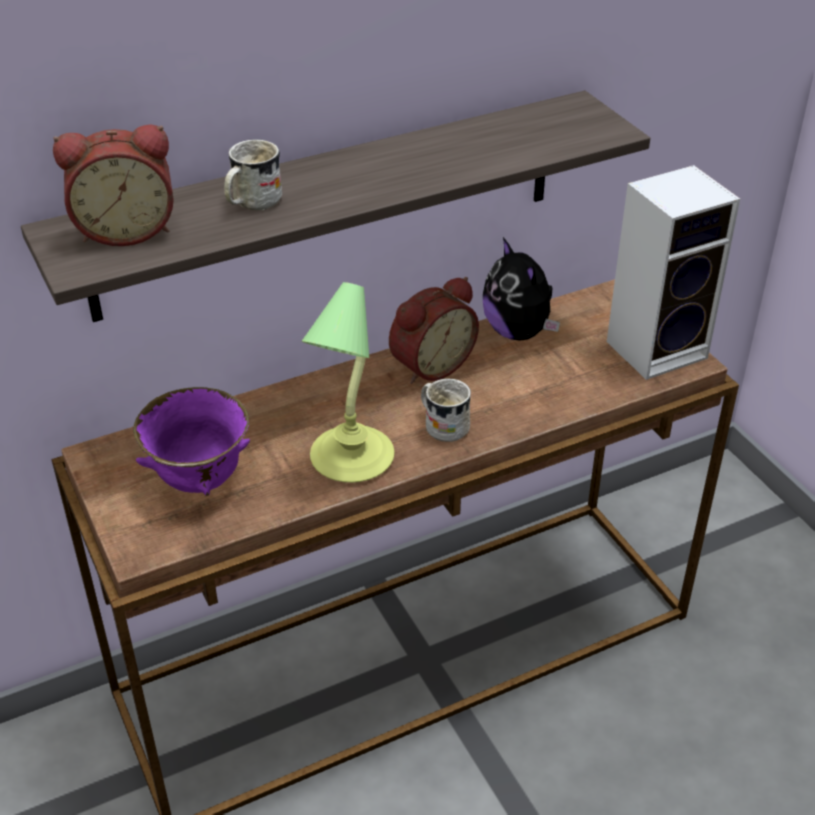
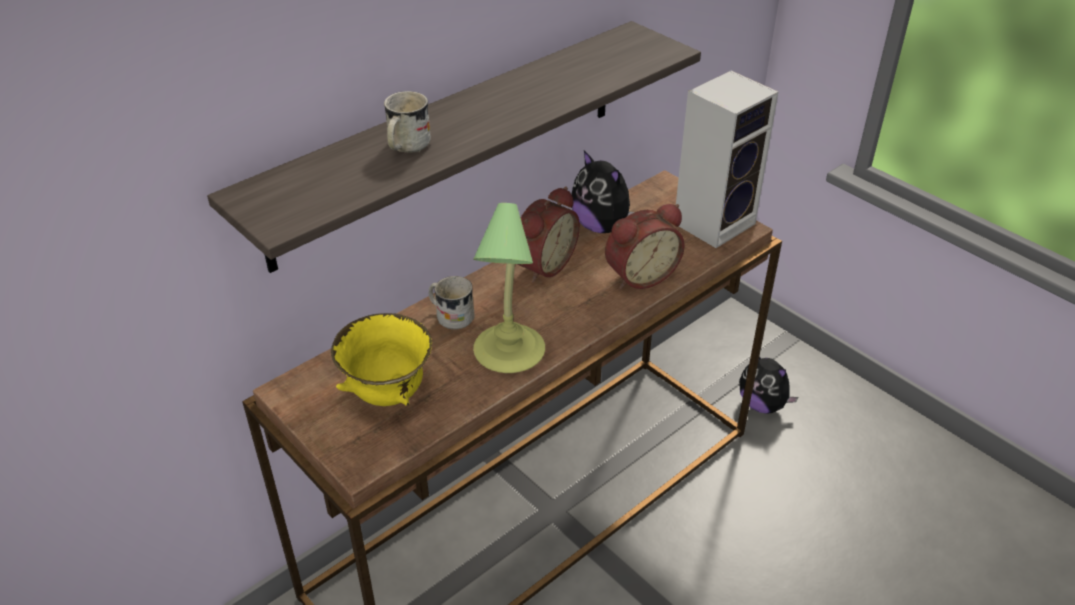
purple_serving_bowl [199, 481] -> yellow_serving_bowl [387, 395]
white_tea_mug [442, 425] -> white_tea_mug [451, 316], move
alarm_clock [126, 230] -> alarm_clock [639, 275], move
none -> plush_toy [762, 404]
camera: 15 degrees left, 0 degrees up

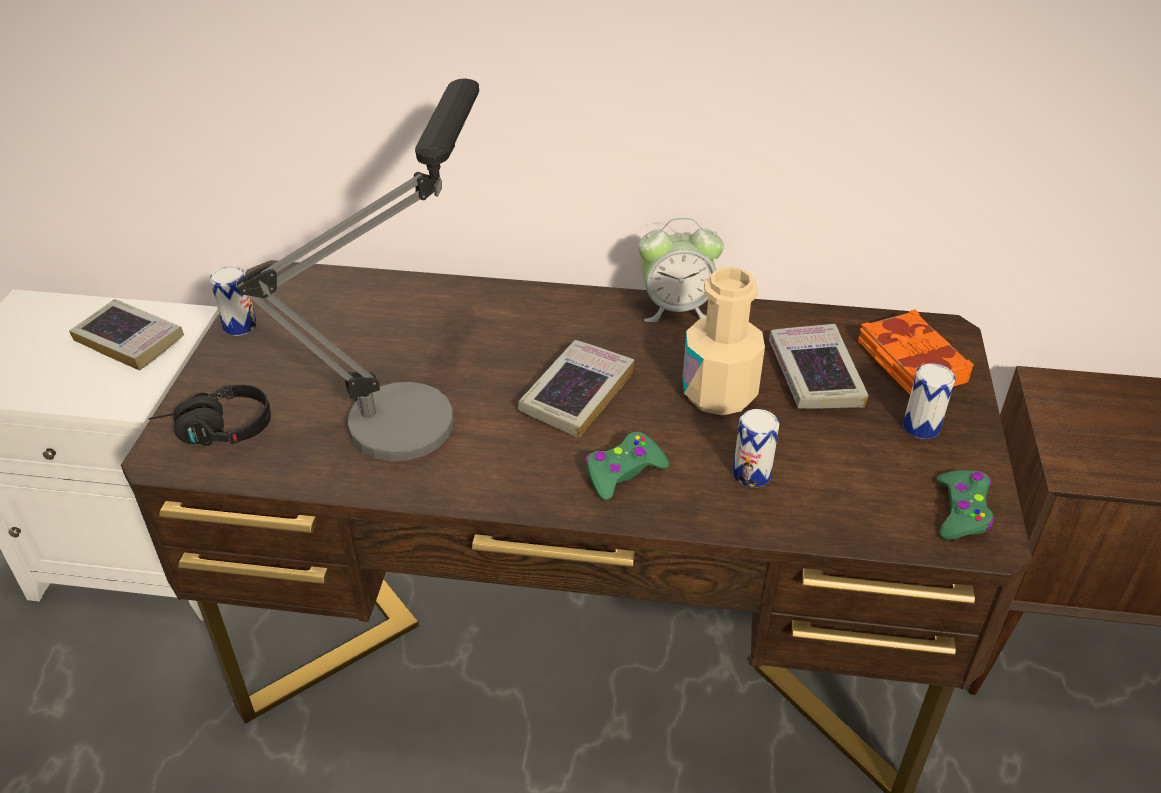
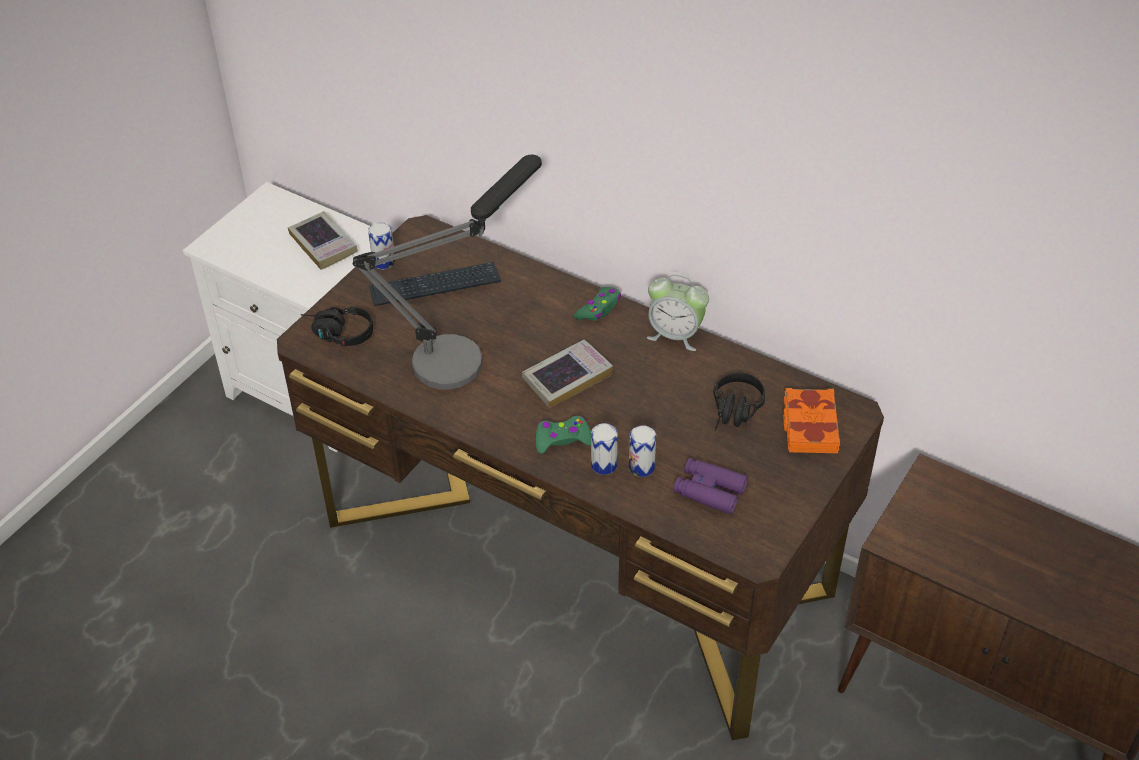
none -> computer_keyboard [435, 286]
green_game_controller [962, 511] -> green_game_controller [599, 309], move
metal_can [921, 427] -> metal_can [604, 465], move
none -> purple_binoculars [709, 491]
book [815, 374] -> blackish_headset [735, 414]
sand-coloured_drink_bottle [719, 393] -> none
camera: 25 degrees right, 5 degrees up

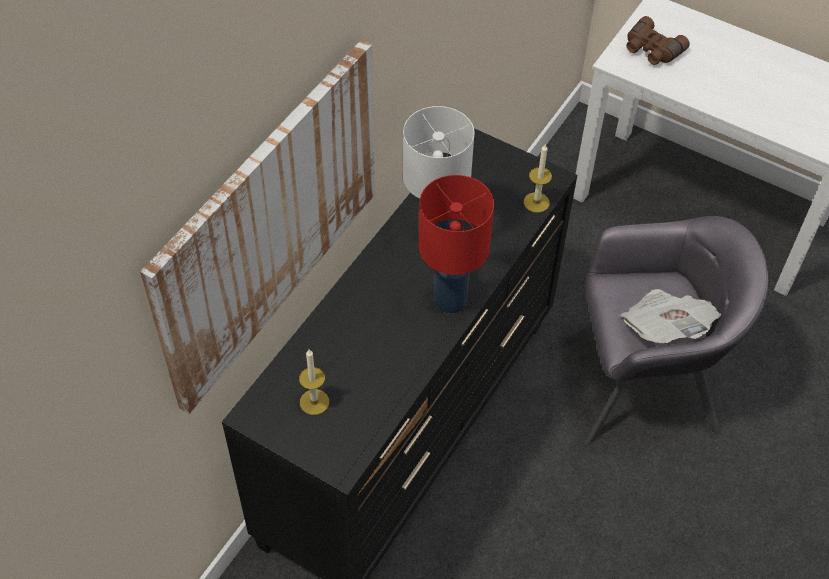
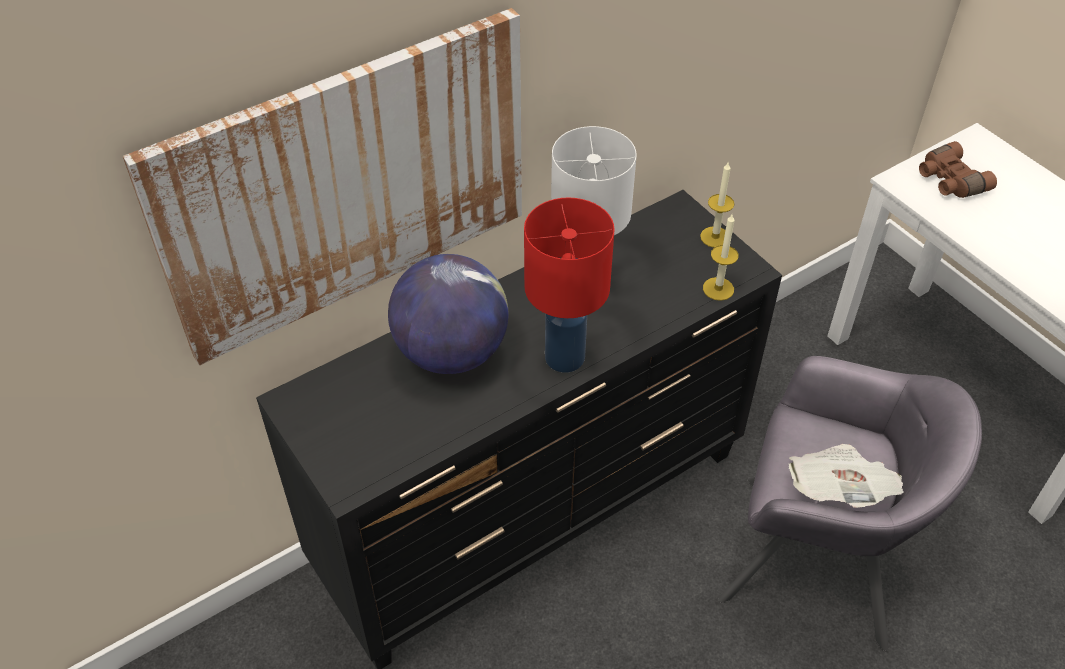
none -> globe [451, 352]
candle [314, 402] -> candle [715, 237], move
camera: 25 degrees right, 5 degrees down

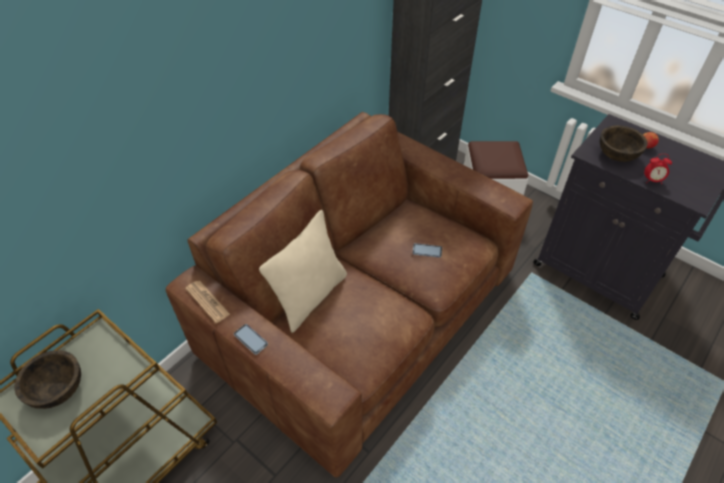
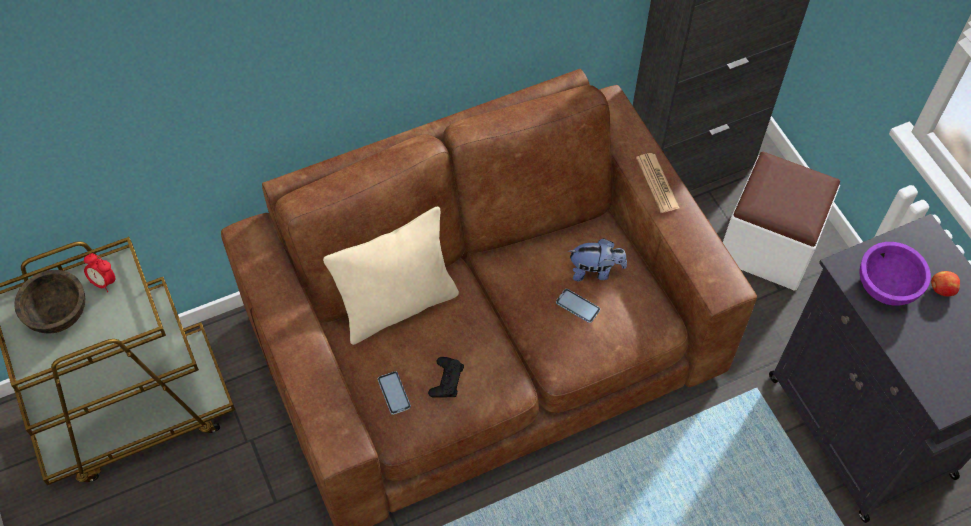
alarm_clock [652, 180] -> alarm_clock [104, 282], move
telephone [250, 339] -> telephone [394, 393], move
none -> blackish_game_controller [446, 380]
none -> plush_toy [595, 271]
daily_paper [207, 301] -> daily_paper [657, 183], move
brownish_serving_bowl [617, 154] -> purple_serving_bowl [887, 286]
camera: 25 degrees right, 10 degrees up

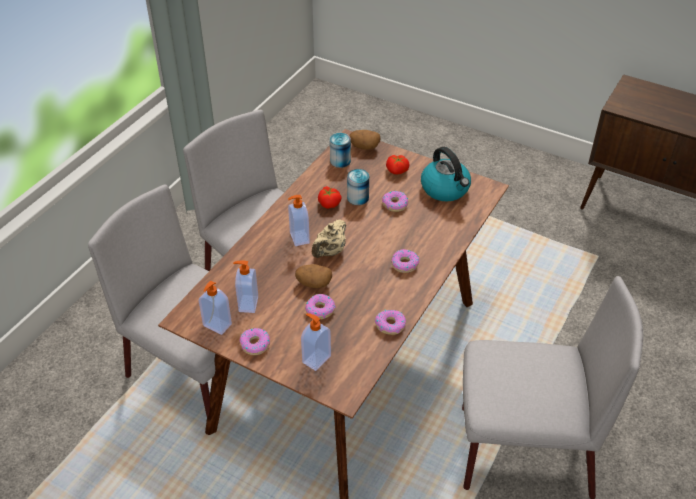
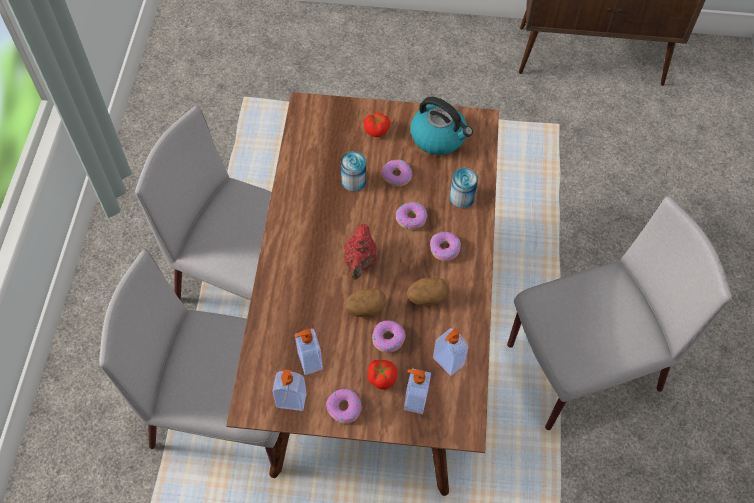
sand-coloured_teapot [330, 252] -> red_teapot [360, 262]
fresh_tomato [329, 203] -> fresh_tomato [382, 377], move
ring_doughnut [390, 325] -> ring_doughnut [411, 218], move
potato [364, 147] -> potato [426, 297], move
soap_bottle [298, 238] -> soap_bottle [447, 362], move
metal_can [340, 161] -> metal_can [462, 197], move
camera: 25 degrees left, 15 degrees up

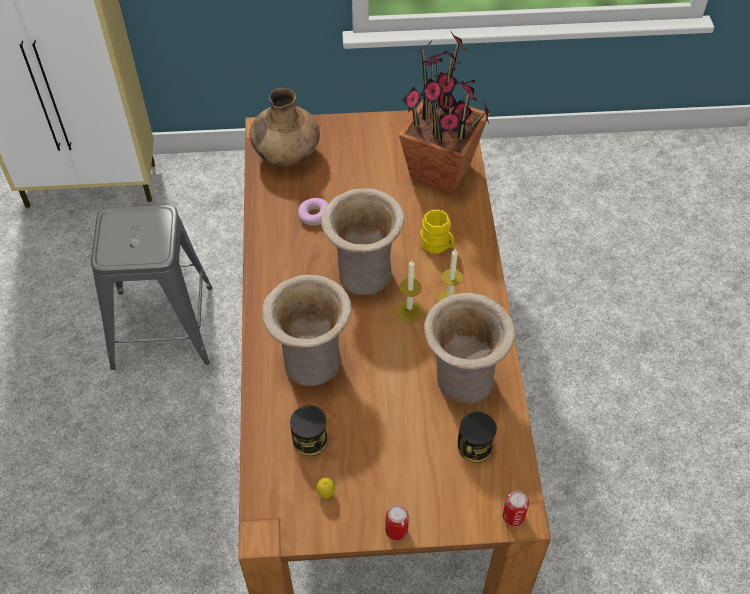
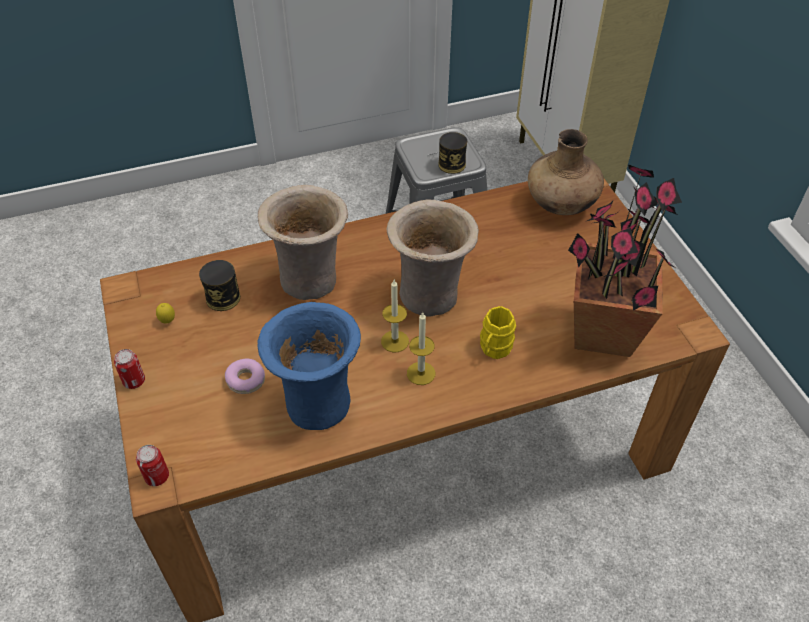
ring_doughnut [314, 215] -> ring_doughnut [246, 380], move
sand-coloured_vase [462, 381] -> bluish_vase [316, 403]
metal_can [474, 446] -> metal_can [452, 164], move
camera: 75 degrees right, 5 degrees down

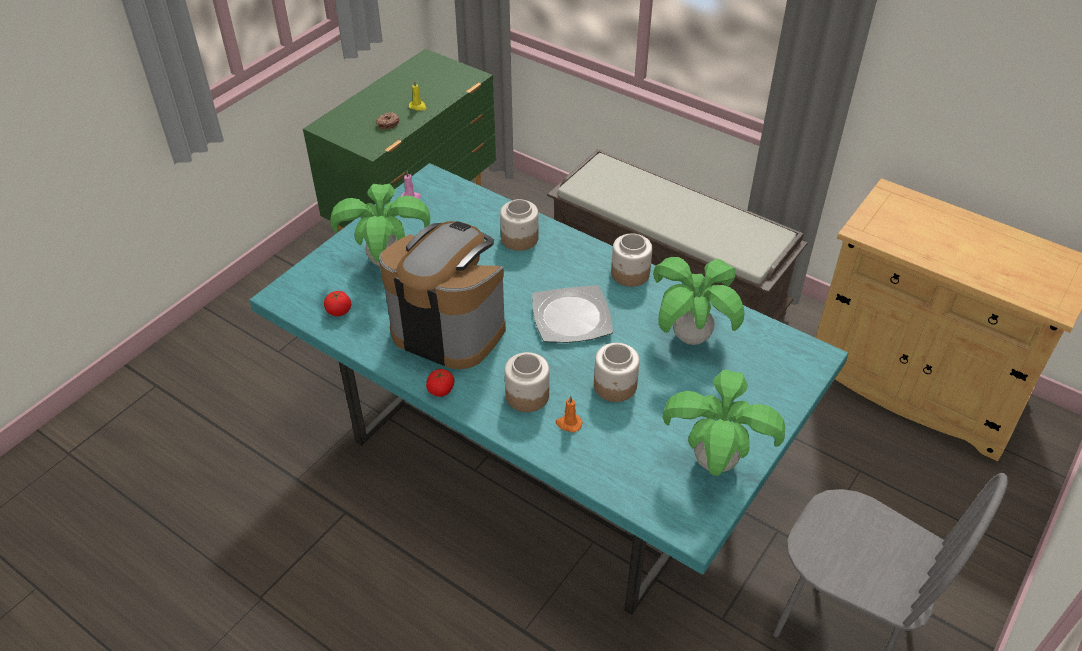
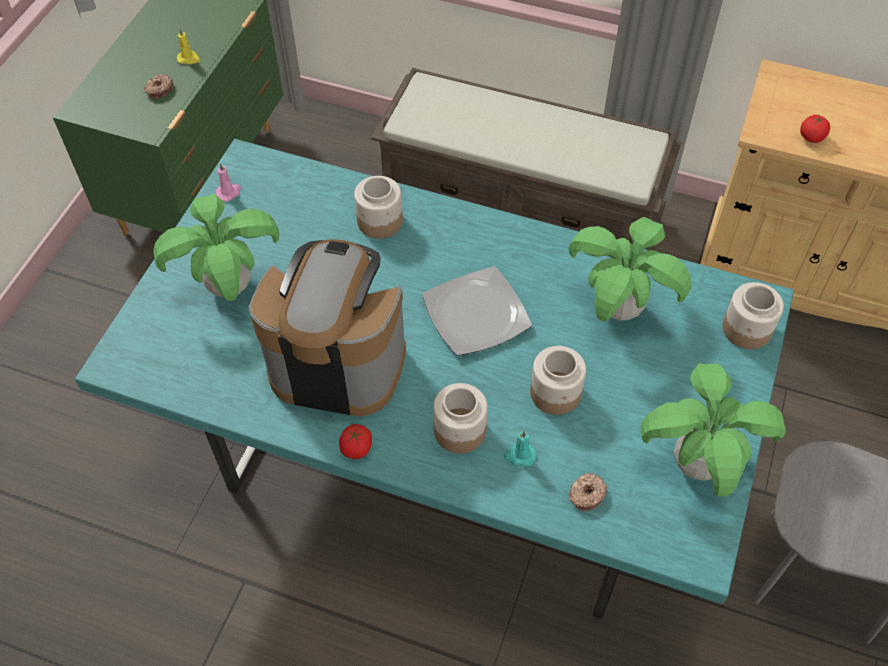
orange-coloured_candle [568, 424] -> blue-green_candle [519, 456]
none -> ring_doughnut [586, 494]
preserve_jar [630, 274] -> preserve_jar [747, 330], move
fresh_tomato [339, 311] -> fresh_tomato [811, 137], move
camera: 15 degrees left, 10 degrees up

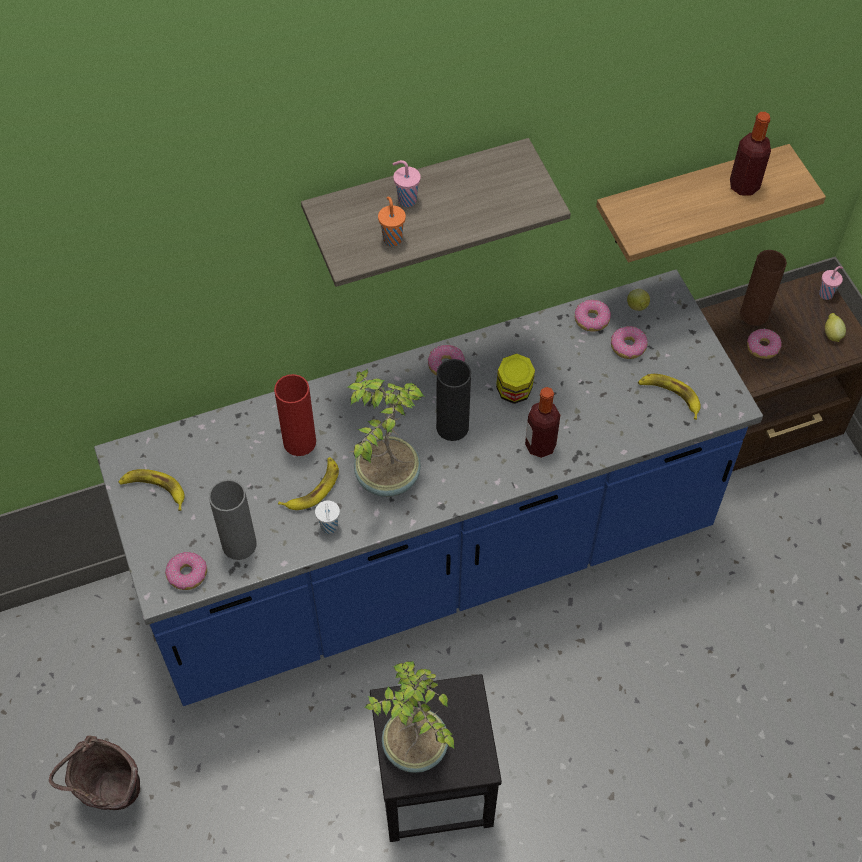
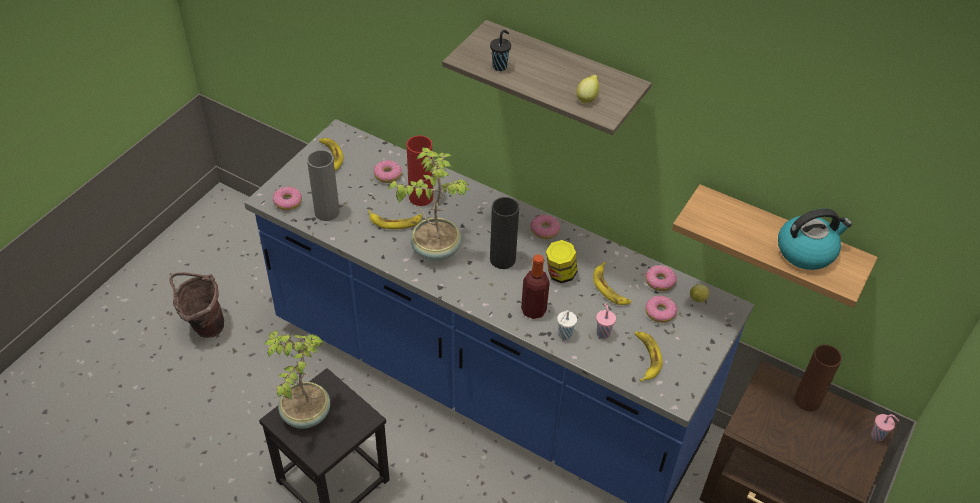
ring_doughnut [762, 347] -> ring_doughnut [388, 175], move
orange-coloured_small_cup [392, 238] -> blackish_small_cup [500, 66]
white_small_cup [329, 527] -> white_small_cup [564, 335], move
whole_lemon [831, 334] -> whole_lemon [587, 98], move
none -> whole_banana [610, 288]
pink-coloured_small_cup [406, 200] -> pink-coloured_small_cup [603, 333], move
drink_bottle [744, 185] -> water_kettle [806, 251]
camera: 50 degrees right, 10 degrees down

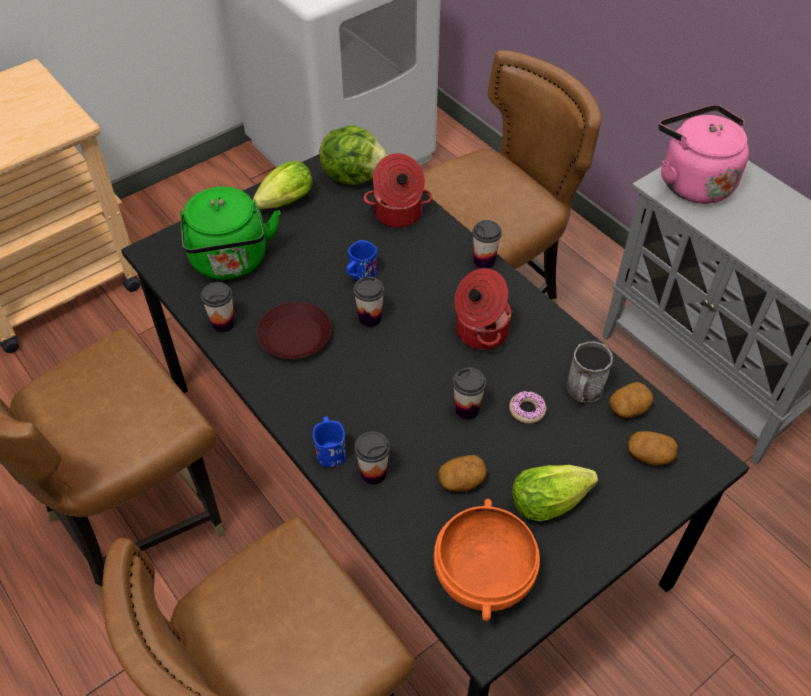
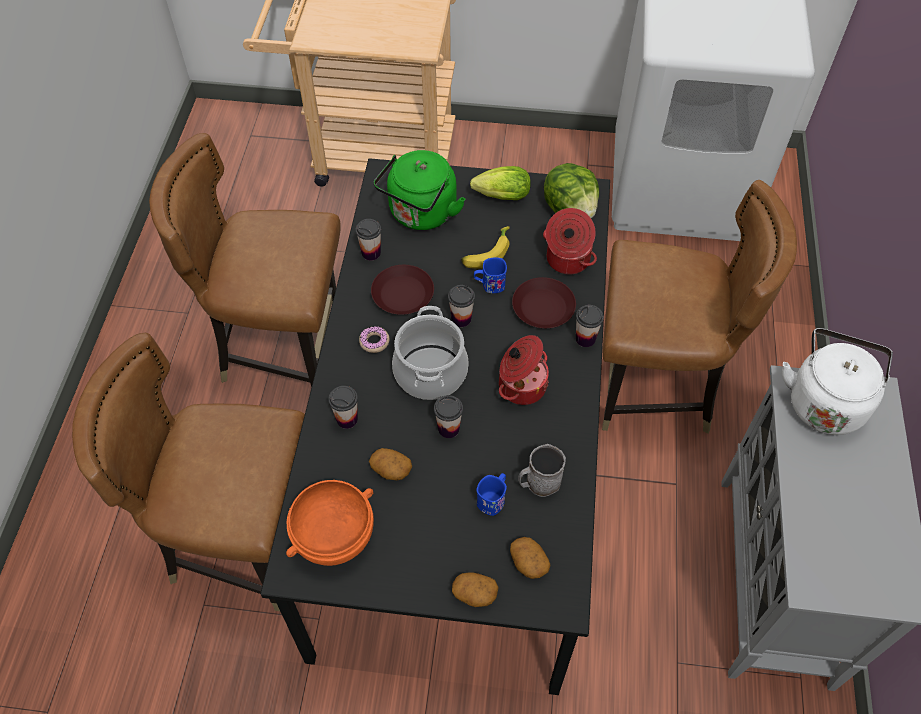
ring_doughnut [527, 410] -> ring_doughnut [374, 342], move
none -> saucepot [430, 372]
potato [628, 408] -> potato [474, 594], move
none -> whole_banana [486, 253]
bluish_tea_mug [330, 449] -> bluish_tea_mug [493, 499], move
none -> brownish_dinner_plate [543, 308]
pink-coloured_water_kettle [692, 181] -> white_water_kettle [825, 401]
head_of_lettuce [552, 501] -> none
camera: 45 degrees right, 5 degrees up

